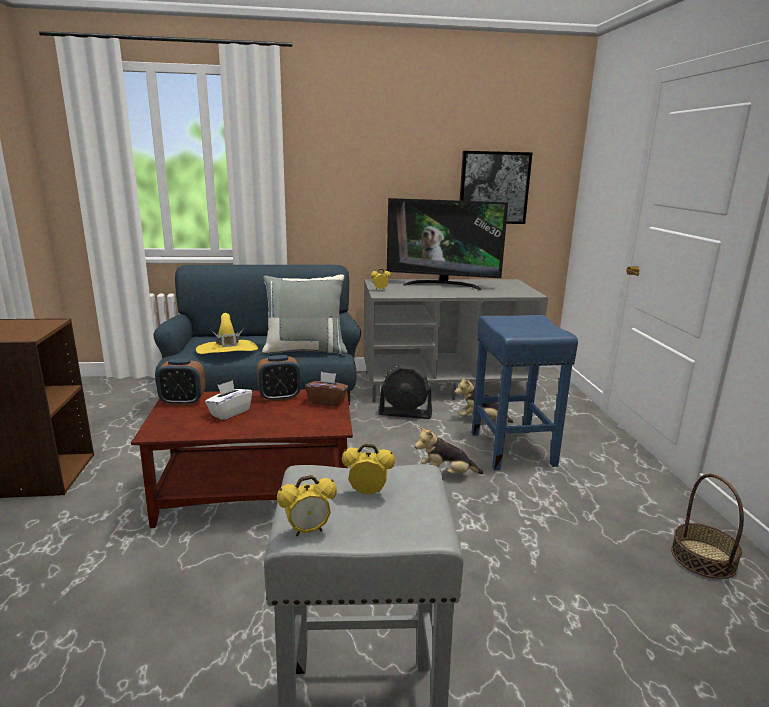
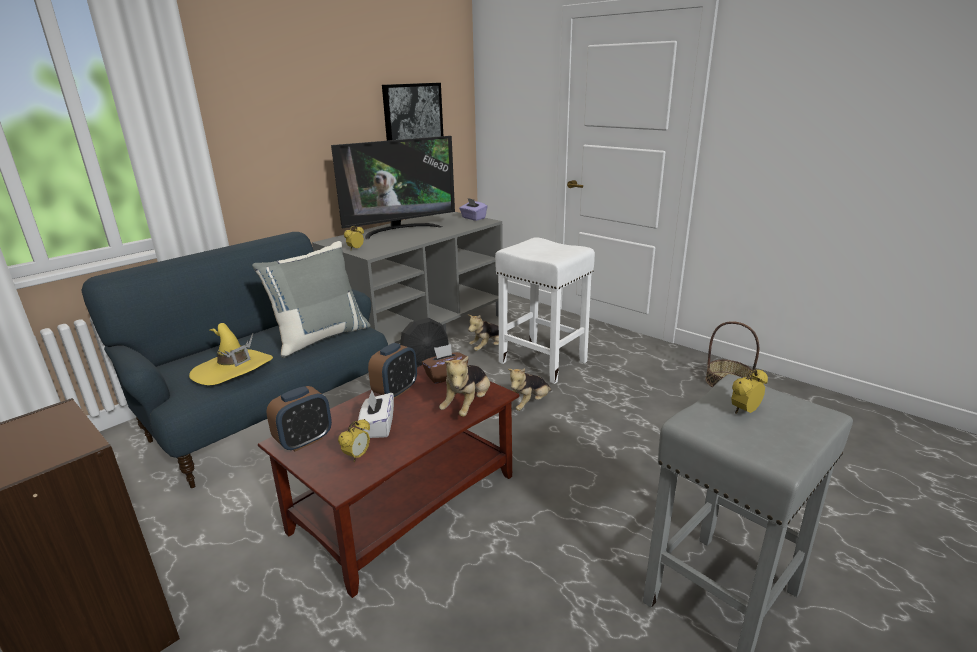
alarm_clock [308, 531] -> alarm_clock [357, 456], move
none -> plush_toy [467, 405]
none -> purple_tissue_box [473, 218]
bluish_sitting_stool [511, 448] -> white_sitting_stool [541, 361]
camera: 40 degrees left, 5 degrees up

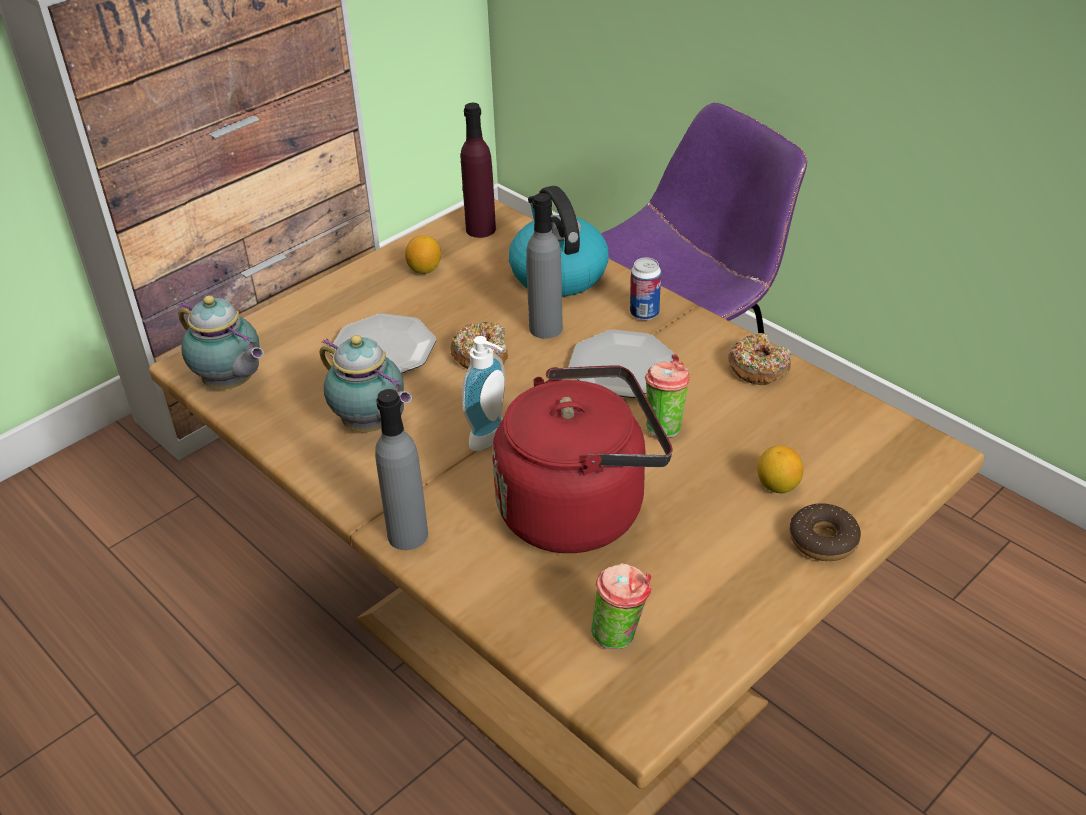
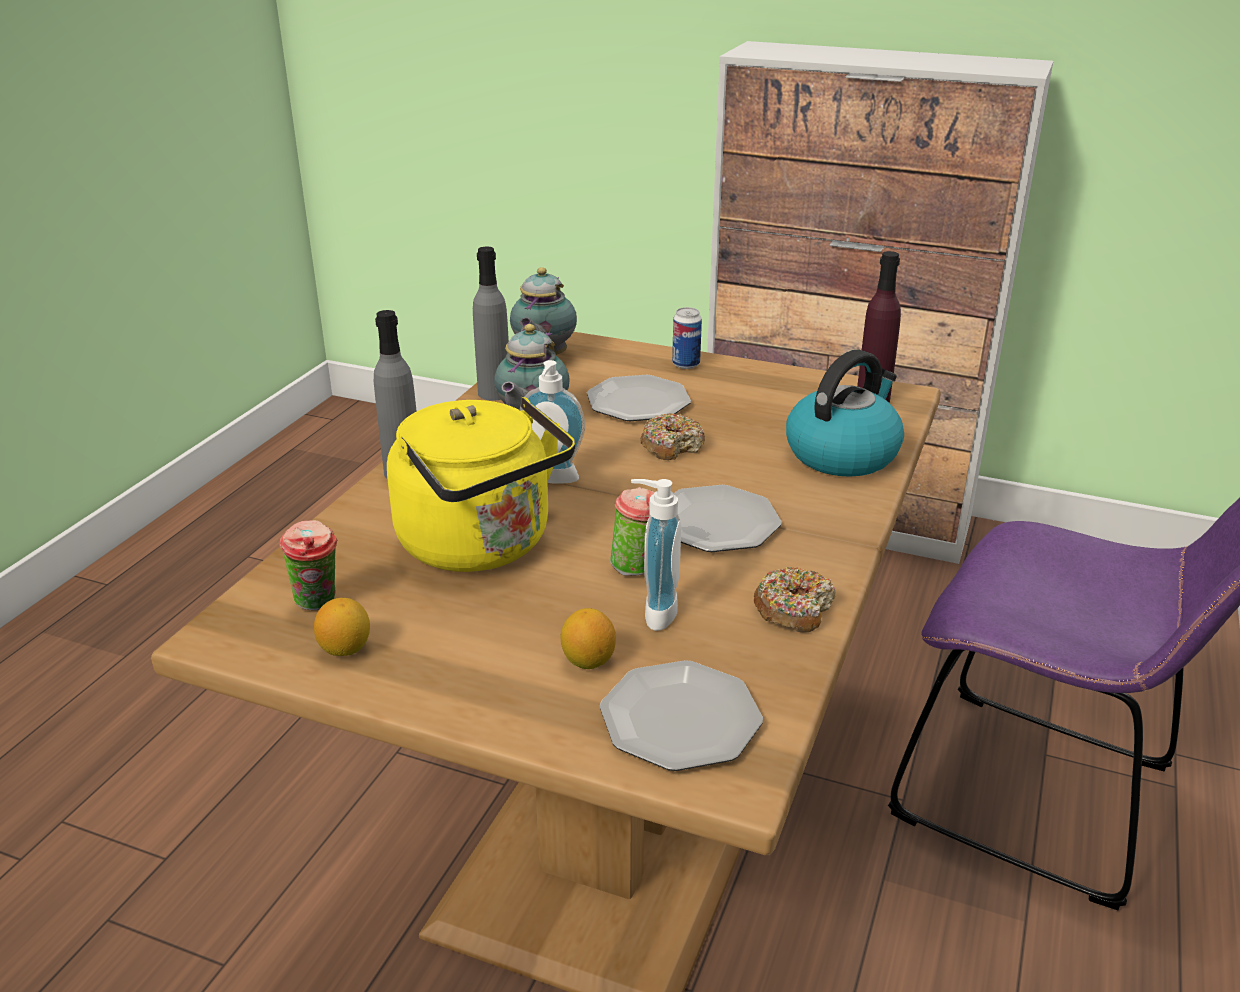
whole_lemon [424, 269] -> whole_lemon [345, 649], move
red_water_kettle [580, 508] -> yellow_water_kettle [482, 546]
grey_drink_bottle [545, 328] -> grey_drink_bottle [494, 393], move
none -> dinner_plate [679, 719]
none -> soap_bottle [653, 612]
metal_can [644, 313] -> metal_can [686, 364], move
ring_doughnut [823, 540] -> none
camera: 65 degrees right, 10 degrees down

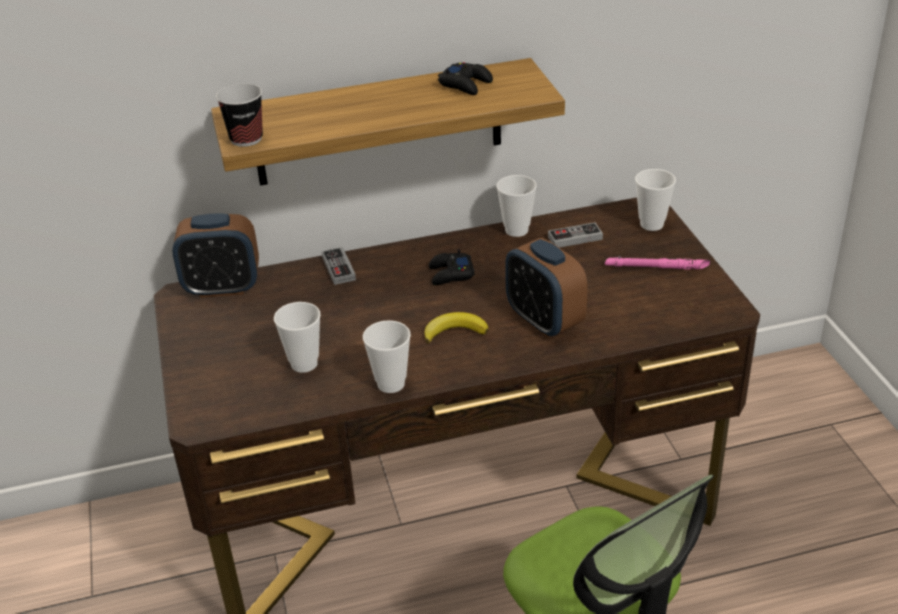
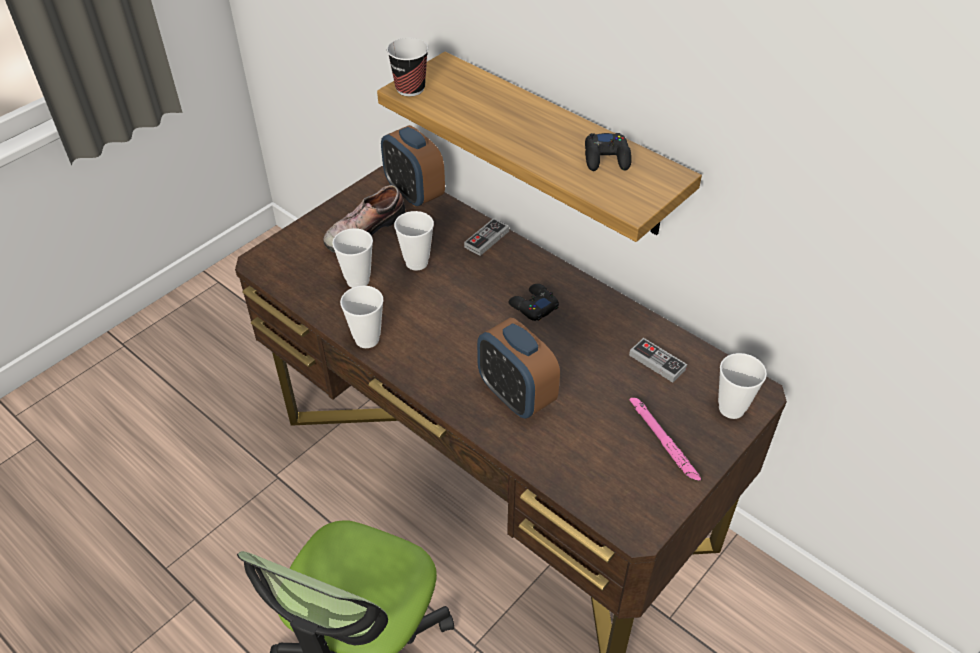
none -> item_of_footwear [362, 229]
small_cup [516, 230] -> small_cup [416, 262], move
alarm_clock [544, 321] -> alarm_clock [516, 395], 60 degrees counterclockwise
whole_banana [454, 331] -> none
camera: 55 degrees right, 10 degrees up

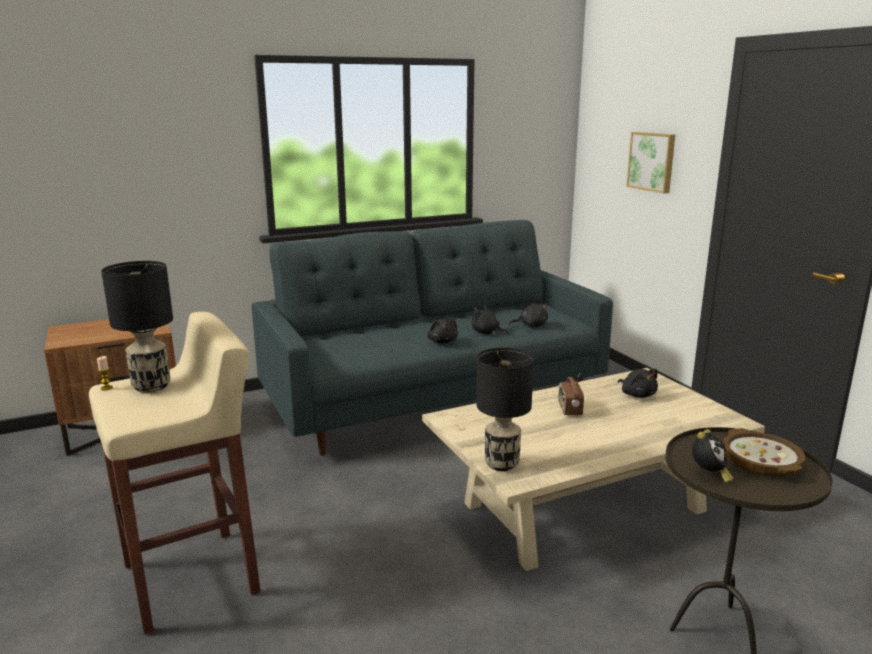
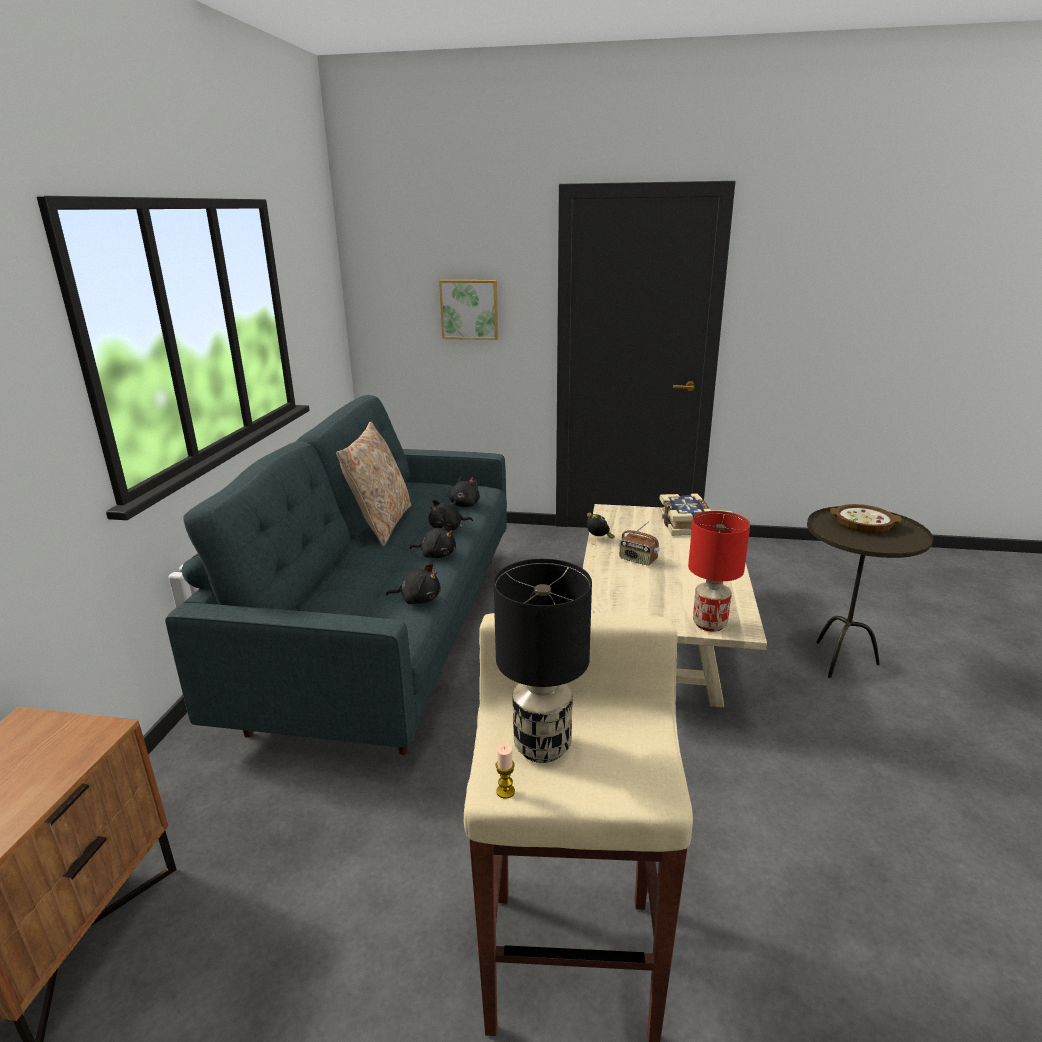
none -> sand-coloured_throw_pillow [381, 524]
blackish_plush_toy [637, 394] -> blackish_plush_toy [418, 599], move
alarm_clock [709, 475] -> alarm_clock [599, 539], move
none -> book [686, 524]
blackish_tabletop_lamp [502, 464] -> red_tabletop_lamp [710, 624]
camera: 55 degrees left, 5 degrees up

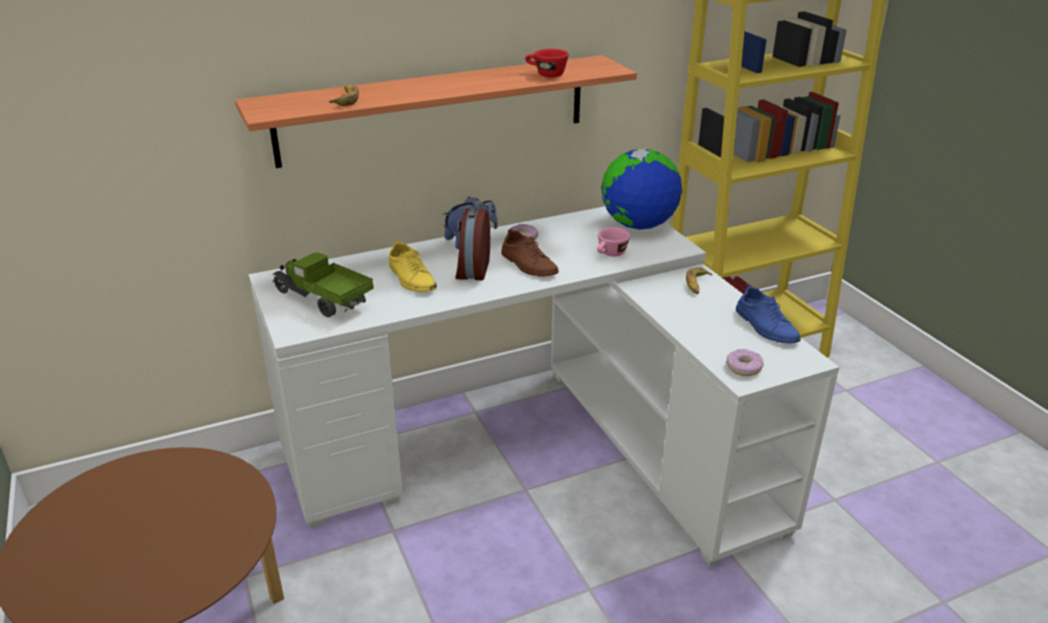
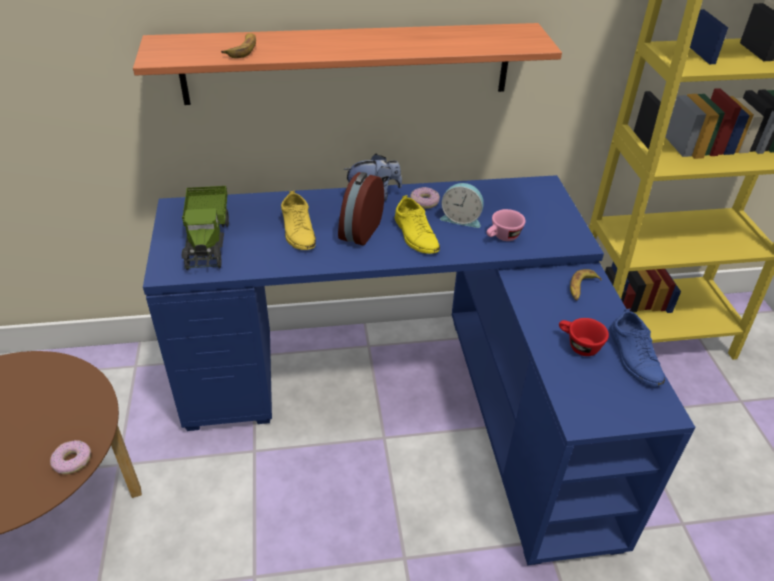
ring_doughnut [743, 367] -> ring_doughnut [72, 460], move
white_desk_unit [540, 446] -> bluish_desk_unit [414, 395]
model_truck [322, 300] -> model_truck [208, 240], 150 degrees counterclockwise
brownish_item_of_footwear [528, 264] -> yellow_item_of_footwear [415, 235]
none -> alarm_clock [461, 219]
red_small_cup [545, 74] -> red_small_cup [578, 345], move
globe [638, 225] -> none
camera: 15 degrees right, 10 degrees up

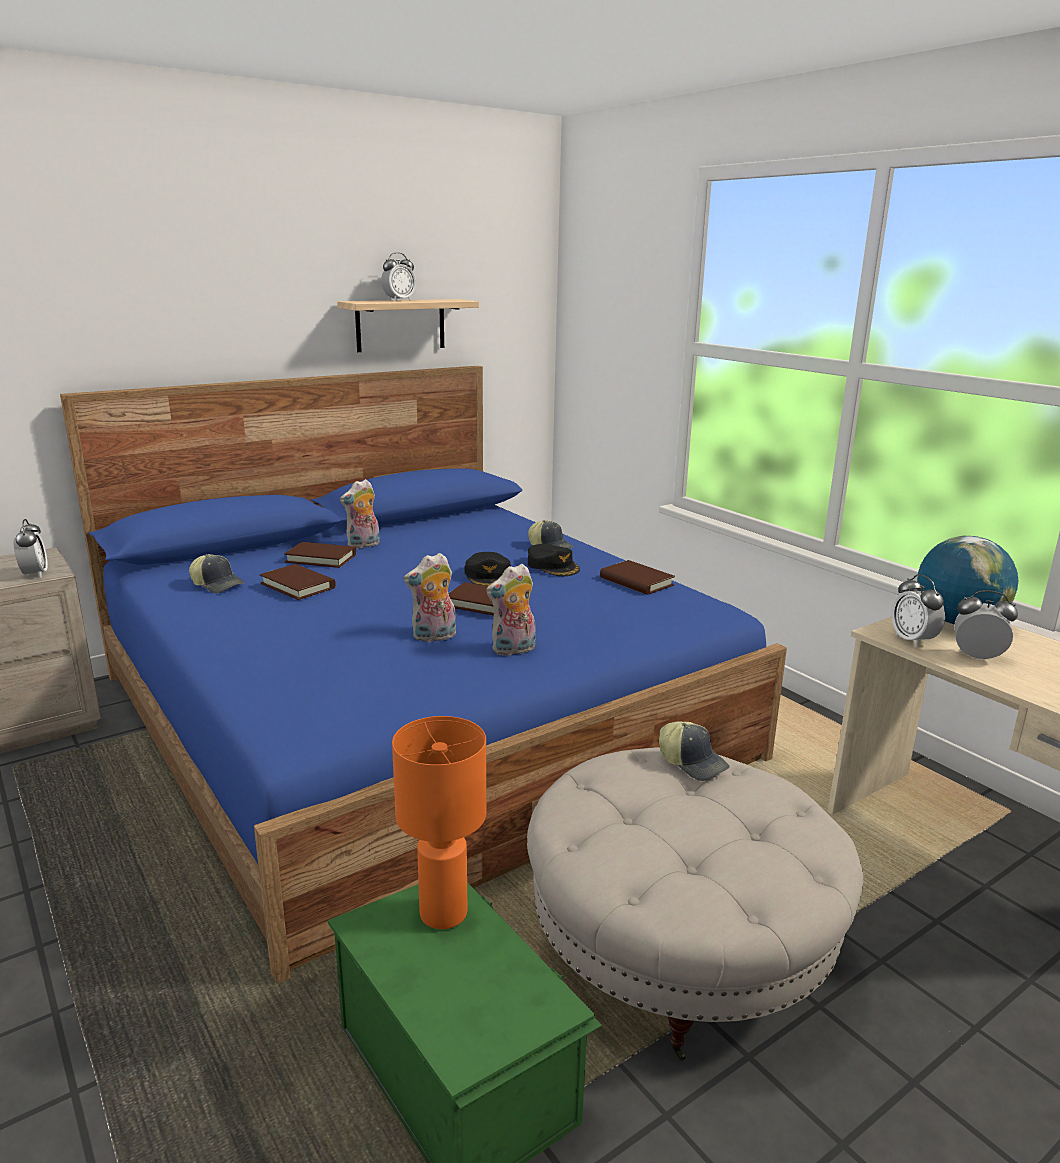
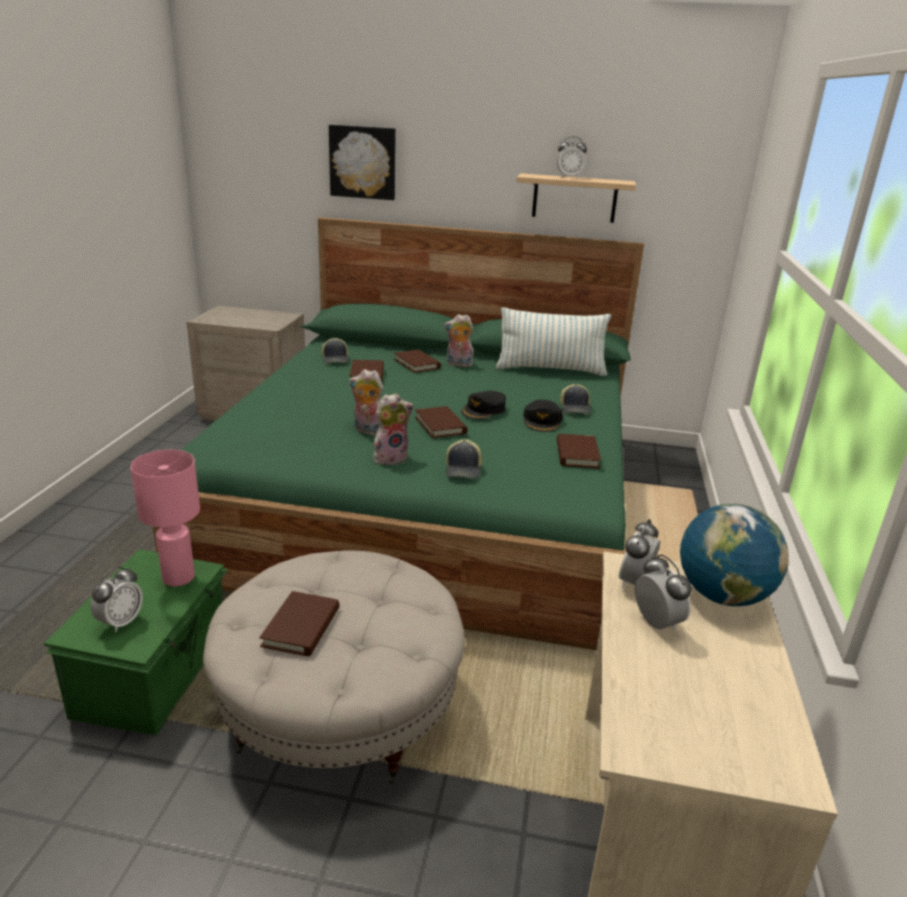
alarm_clock [35, 574] -> alarm_clock [120, 622], move
orange-coloured_tabletop_lamp [443, 914] -> pink-coloured_tabletop_lamp [177, 578]
bluish_sleeping_bed [415, 714] -> green_sleeping_bed [432, 497]
none -> brownish_book [301, 627]
none -> picture [363, 162]
plush_toy [513, 650] -> plush_toy [390, 458], 135 degrees clockwise
cap [692, 762] -> cap [463, 469], move
none -> throw_pillow [550, 370]
camera: 45 degrees right, 5 degrees up

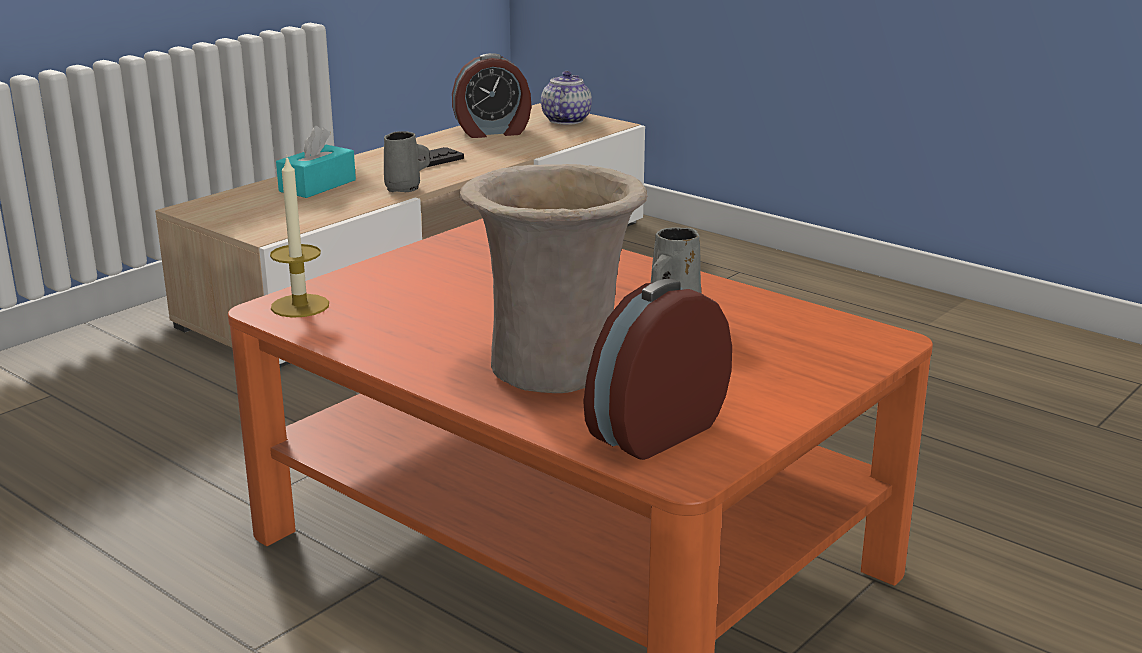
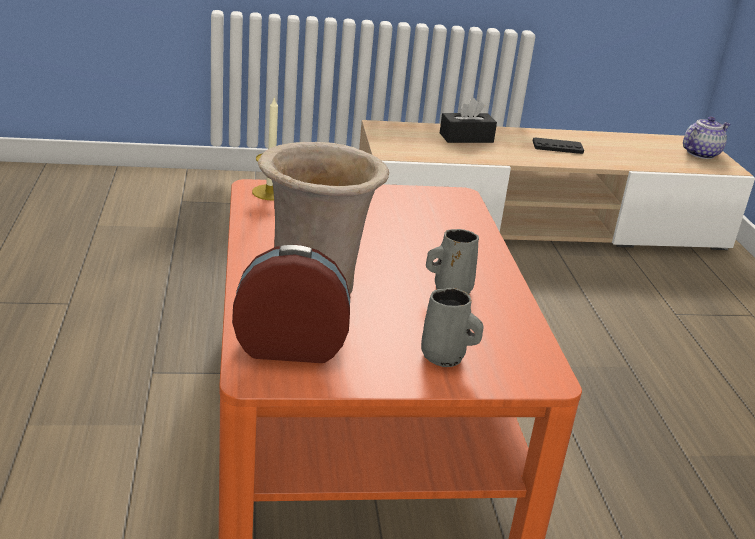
grey_tea_mug [405, 188] -> grey_tea_mug [445, 357], move
blue-green_tissue_box [317, 185] -> blackish_tissue_box [466, 138]
alarm_clock [492, 132] -> none
camera: 40 degrees right, 5 degrees up

